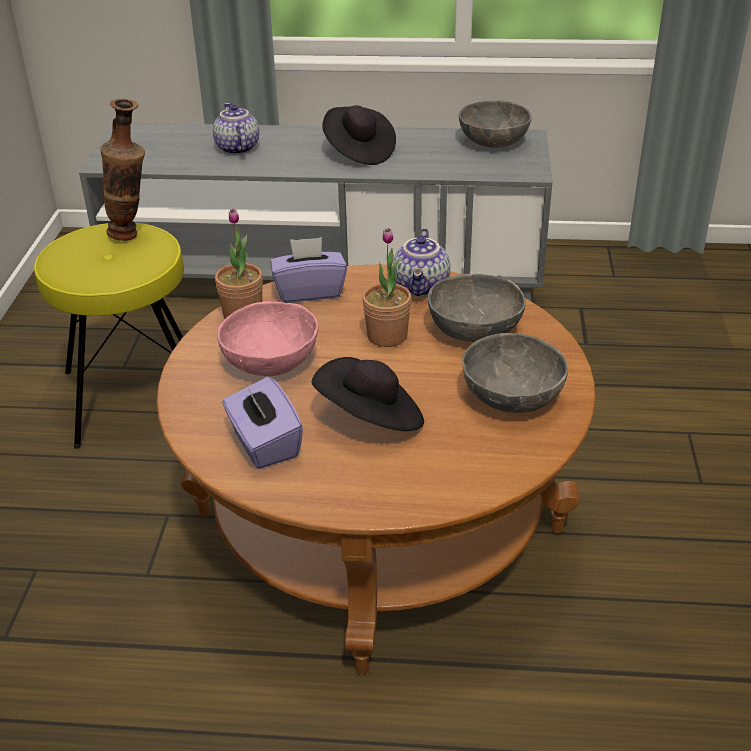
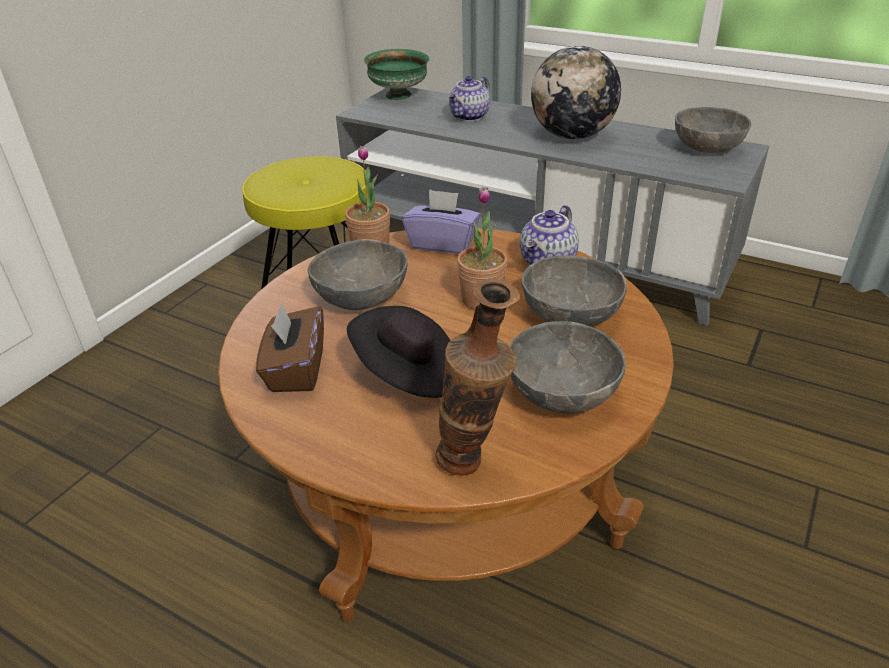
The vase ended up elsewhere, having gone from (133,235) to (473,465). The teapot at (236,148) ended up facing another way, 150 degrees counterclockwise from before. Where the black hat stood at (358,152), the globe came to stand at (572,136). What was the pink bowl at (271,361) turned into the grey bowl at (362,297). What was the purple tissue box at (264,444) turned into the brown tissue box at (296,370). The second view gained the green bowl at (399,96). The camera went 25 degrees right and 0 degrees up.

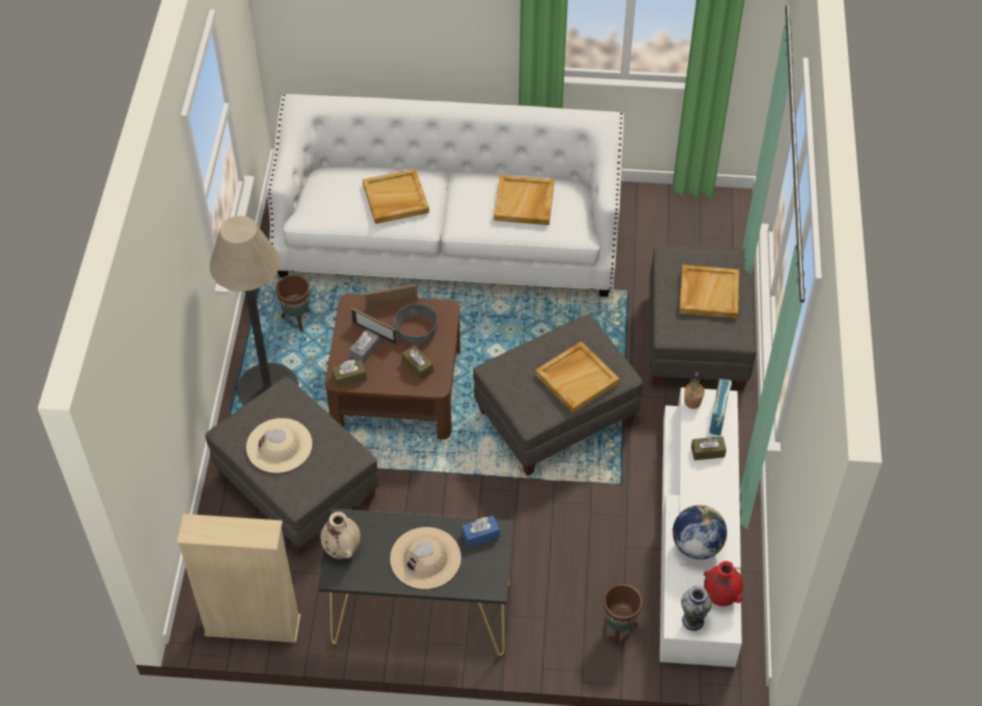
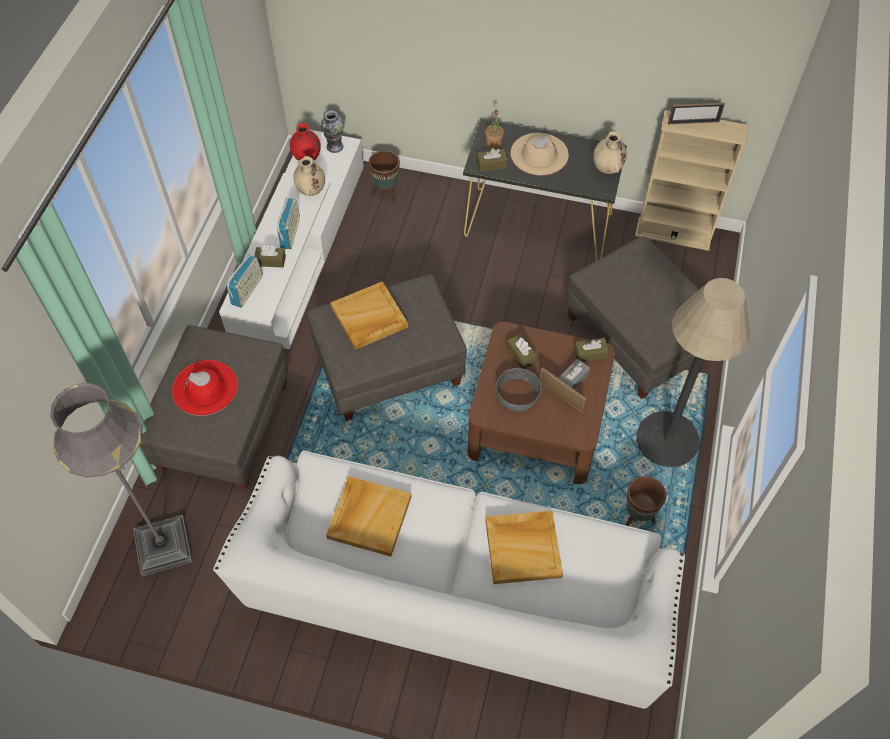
Where the beige tray stood at (708,293), the red hat came to stand at (205,388). The picture frame ended up elsewhere, having gone from (392,304) to (693,122). The potted plant ended up elsewhere, having gone from (692,402) to (493,144). The second view lost the beige hat at (279,446). Where the globe stood at (696,545), the beige vase came to stand at (311,191). What was the blue tissue box at (480,535) turned into the brown tissue box at (491,164). The second view gained the radio at (290,233). The second view gained the grey floor lamp at (163,546). The camera went 170 degrees left and 5 degrees up.

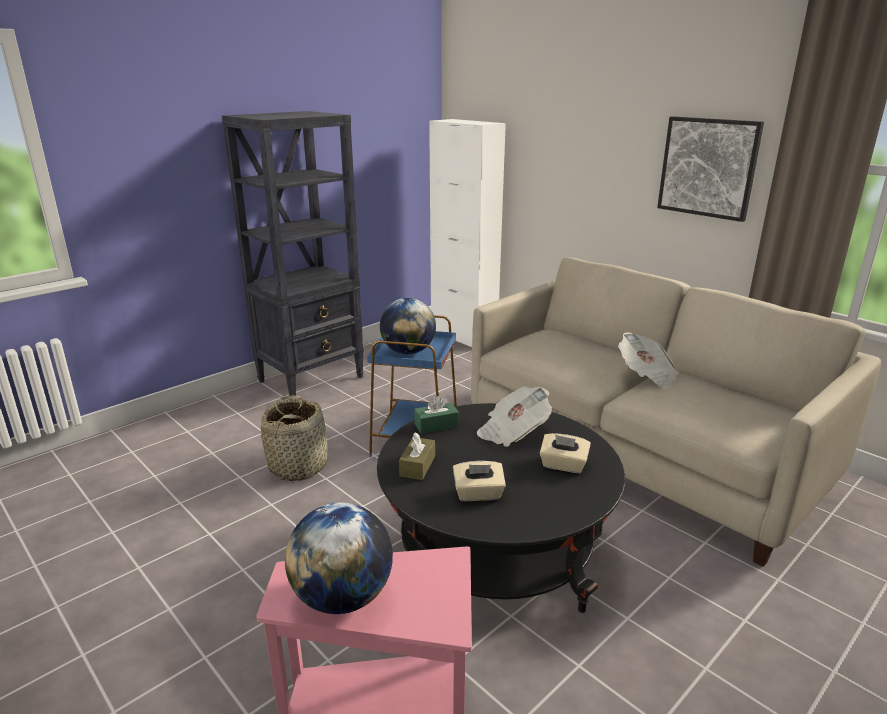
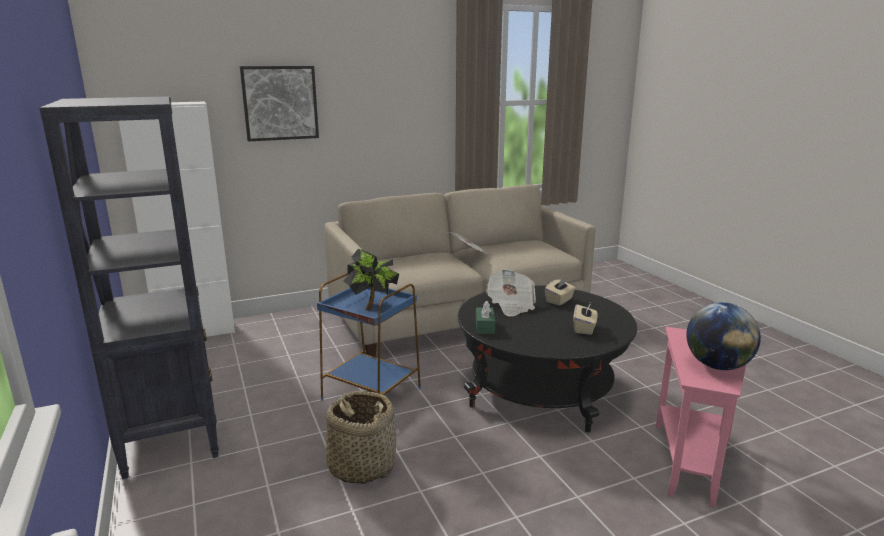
The picture ended up elsewhere, having gone from (708,167) to (280,103). Where the globe stood at (408,351), the potted plant came to stand at (372,306). The second view lost the brown tissue box at (417,466). The camera went 70 degrees left and 5 degrees down.

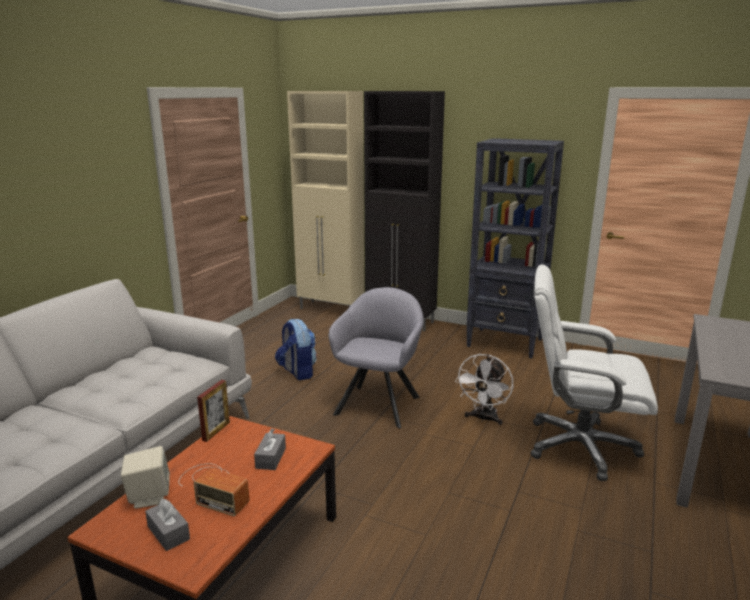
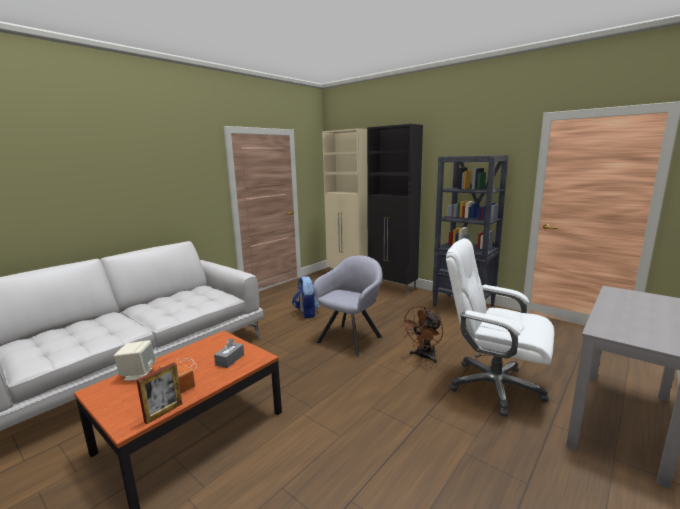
What was the white fan at (483,418) turned into the brown fan at (423,357). The picture frame ended up elsewhere, having gone from (216,431) to (163,412). The second view lost the grey tissue box at (168,533). The camera went 15 degrees right and 5 degrees down.

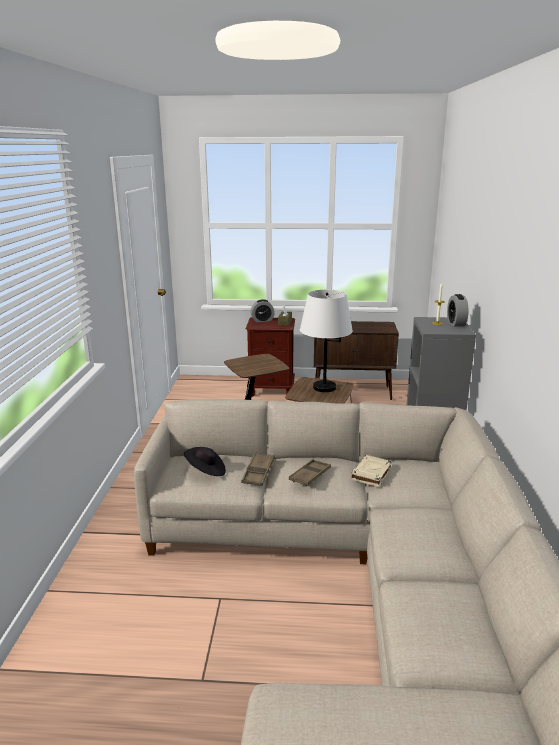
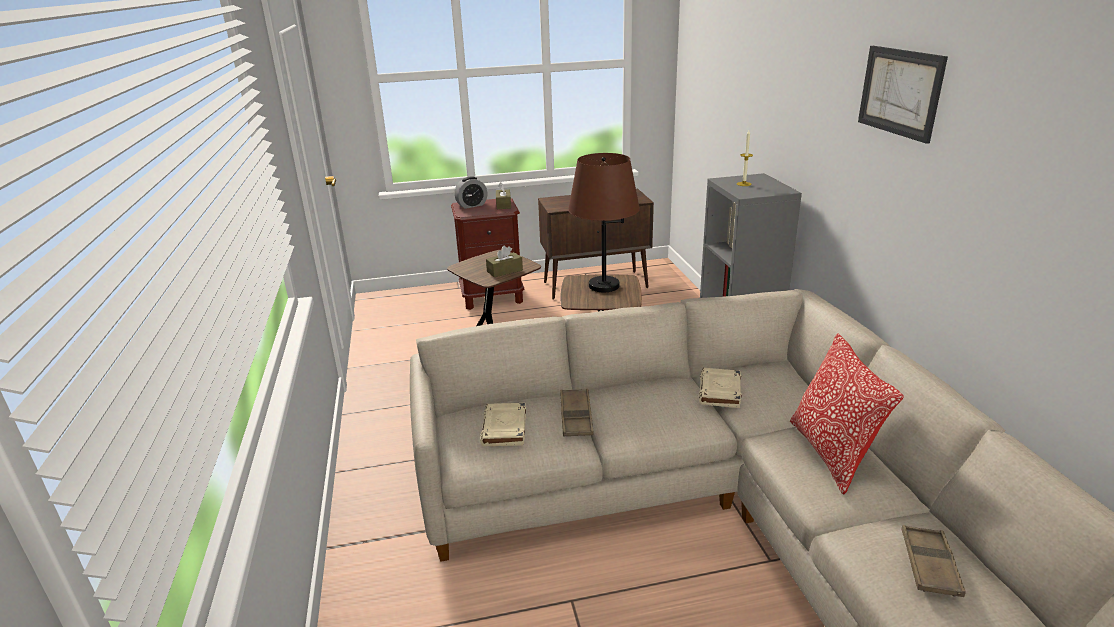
What was the white table lamp at (324,387) turned into the brown table lamp at (603,286). The second view lost the alarm clock at (456,323). Where the black hat stood at (206,471), the beige book came to stand at (504,429). The brown tray ended up elsewhere, having gone from (310,475) to (929,565). The second view gained the picture at (900,92). The second view gained the brown tissue box at (504,271). The second view gained the pillow at (831,454). The camera went 15 degrees left and 5 degrees up.

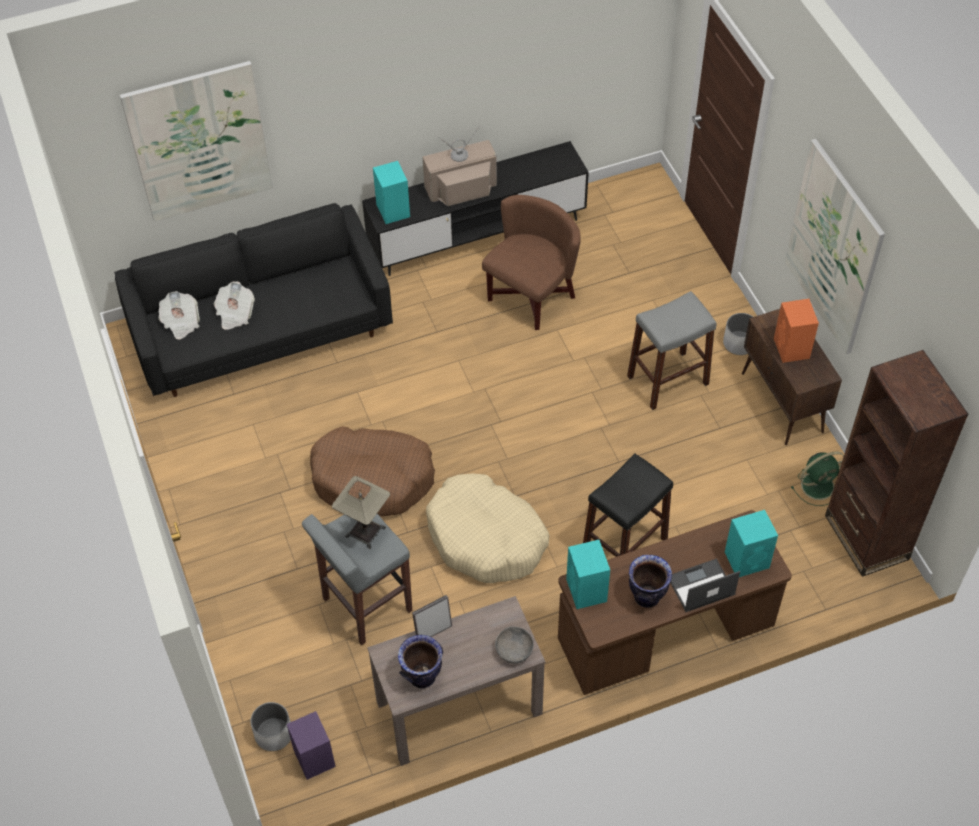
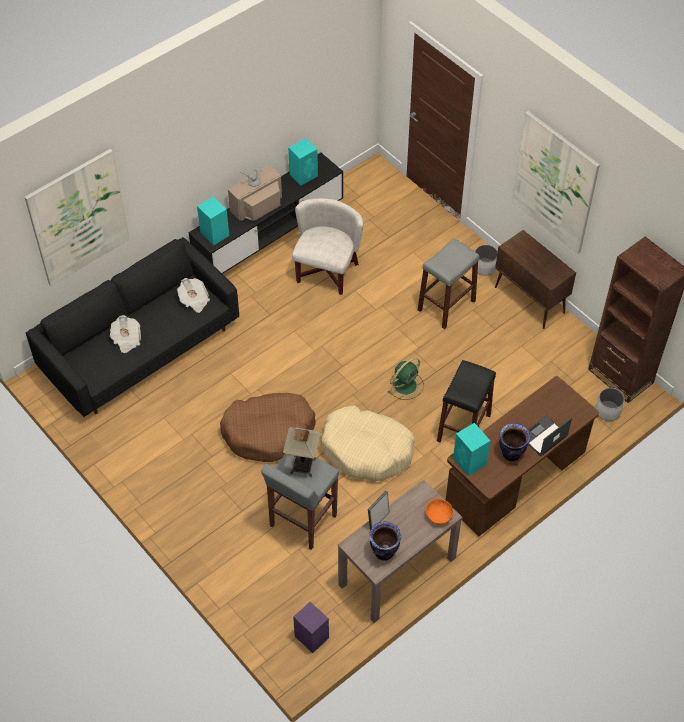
What was the brown armchair at (531,297) turned into the white armchair at (327,272). The newspaper ended up elsewhere, having gone from (181,322) to (194,300). The second view lost the orange speaker at (791,349). The green fan ended up elsewhere, having gone from (819,485) to (406,385). The turquoise speaker ended up elsewhere, having gone from (748,559) to (304,175). What was the grey bowl at (514,651) turned into the orange bowl at (438,516). The white planter ended up elsewhere, having gone from (273,734) to (607,411). The camera went 20 degrees left and 0 degrees up.

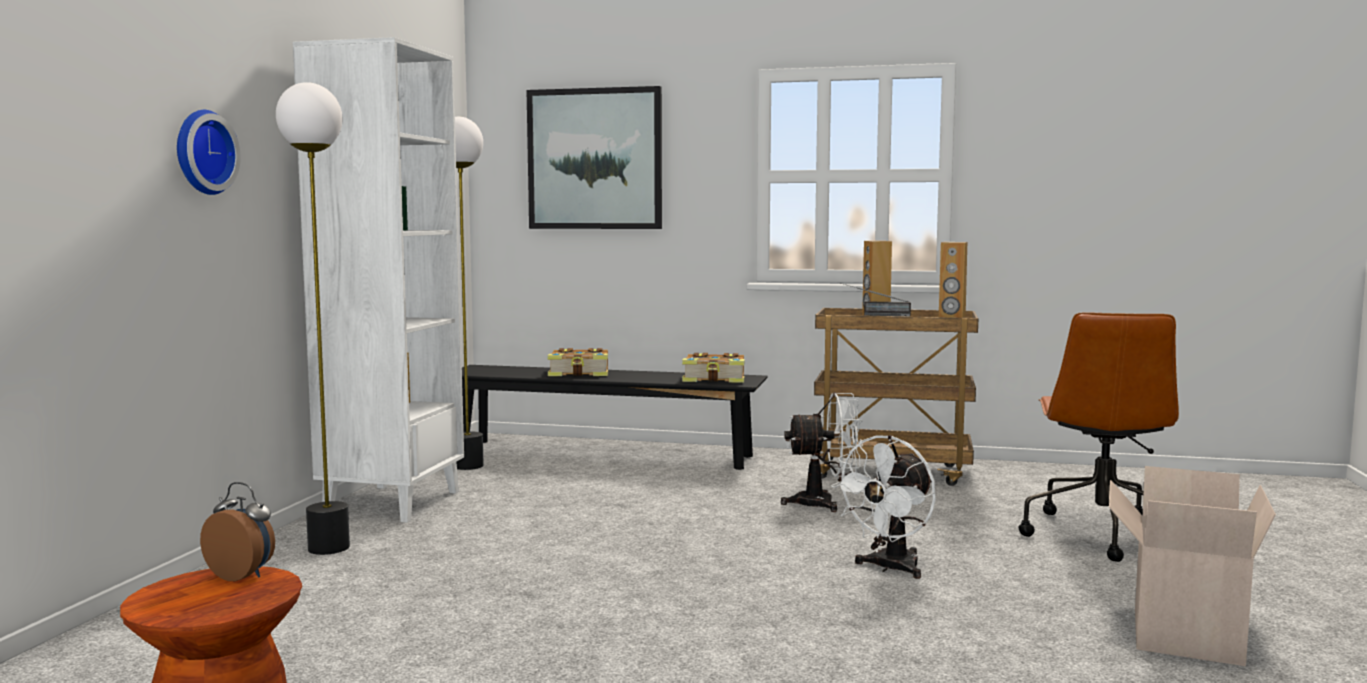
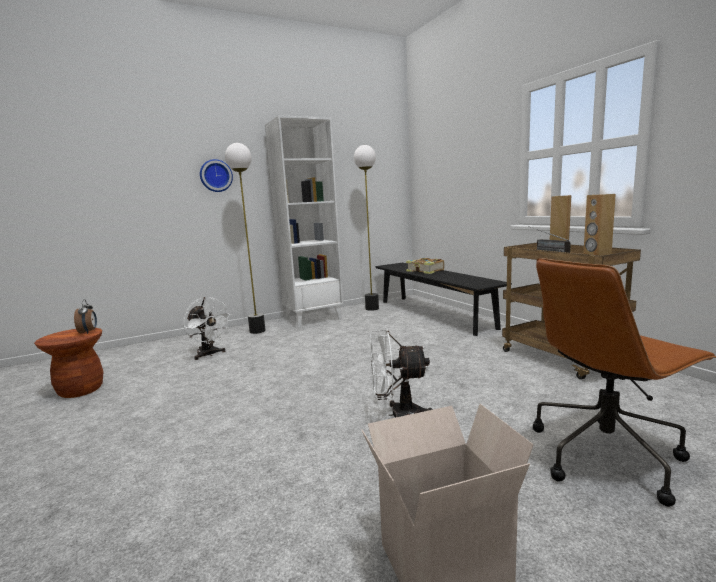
The second view lost the picture at (595,159). The second view lost the book at (715,379). The white fan ended up elsewhere, having gone from (825,503) to (209,355). The camera went 50 degrees right and 5 degrees up.

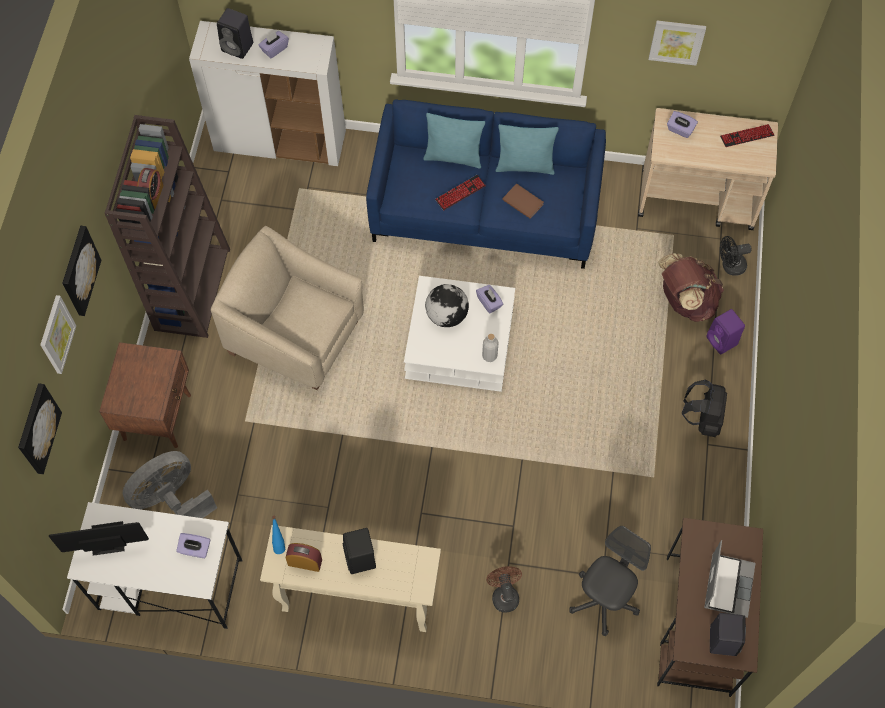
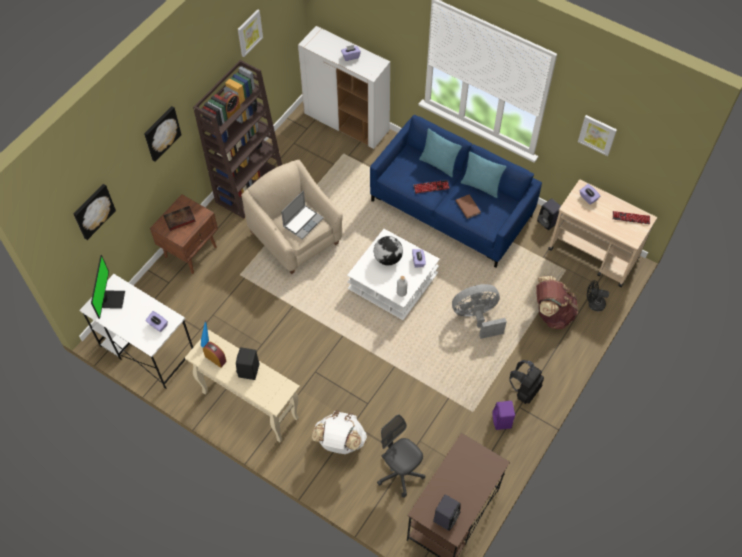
The black speaker ended up elsewhere, having gone from (238,47) to (548,222). The picture ended up elsewhere, having gone from (56,334) to (249,33). The purple speaker ended up elsewhere, having gone from (722,341) to (502,421). The grey fan ended up elsewhere, having gone from (171,498) to (477,317). The monitor at (107,541) ended up facing another way, 75 degrees clockwise from before. The grey office chair at (603,601) ended up facing another way, 105 degrees counterclockwise from before. The laptop ended up elsewhere, having gone from (728,584) to (303,222). Where the brown fan stood at (504,594), the white backpack came to stand at (340,442). The second view gained the book at (179,220). The camera went 25 degrees right and 5 degrees down.

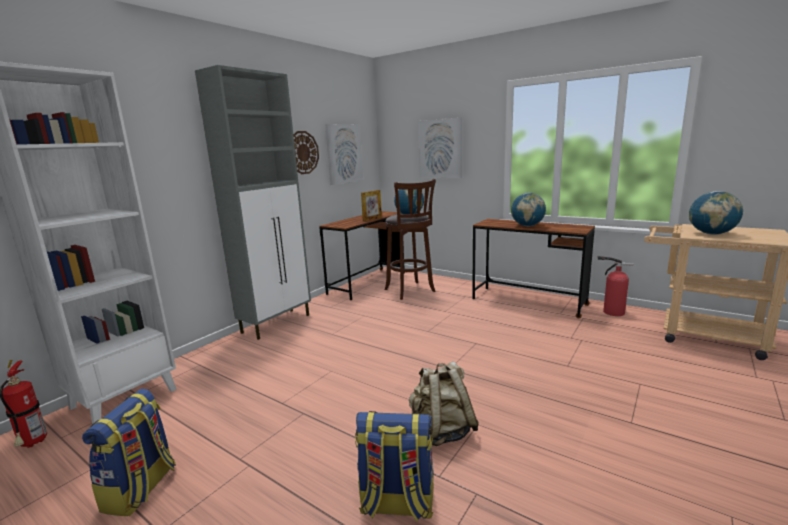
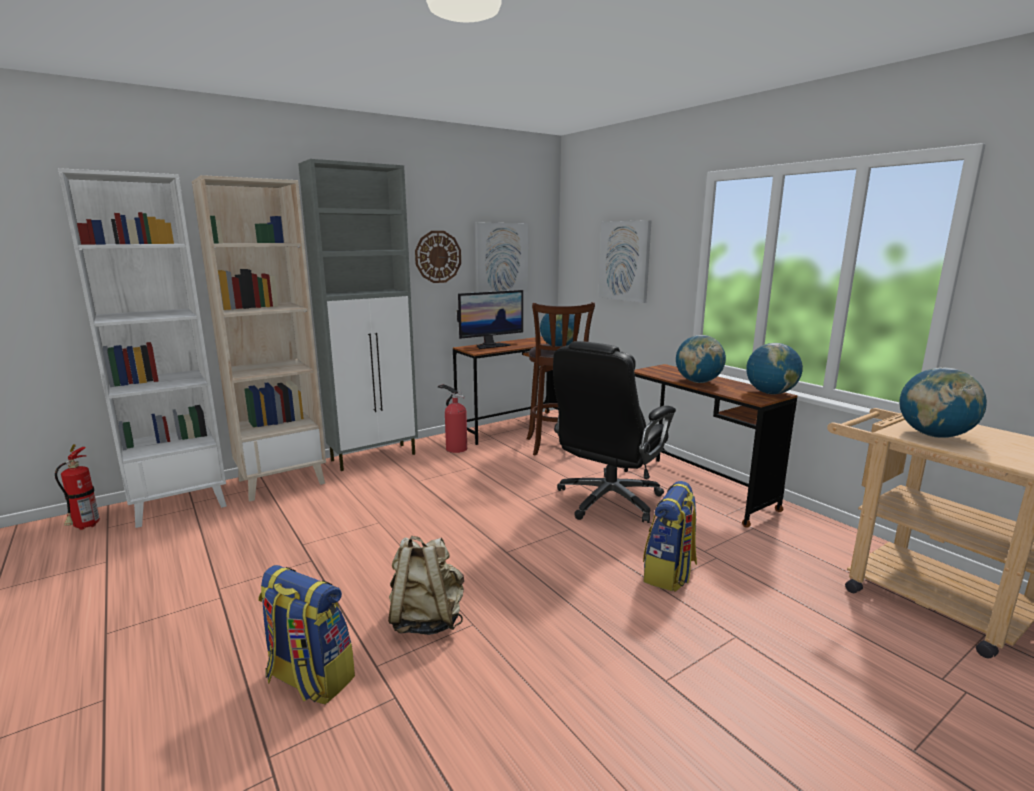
The second view lost the picture frame at (372,219). The fire extinguisher ended up elsewhere, having gone from (611,312) to (455,448). The backpack ended up elsewhere, having gone from (141,489) to (669,573). The second view gained the beige bookcase at (282,481). The second view gained the monitor at (490,345). The second view gained the black office chair at (608,501). The second view gained the globe at (770,393). The camera went 20 degrees right and 0 degrees up.

